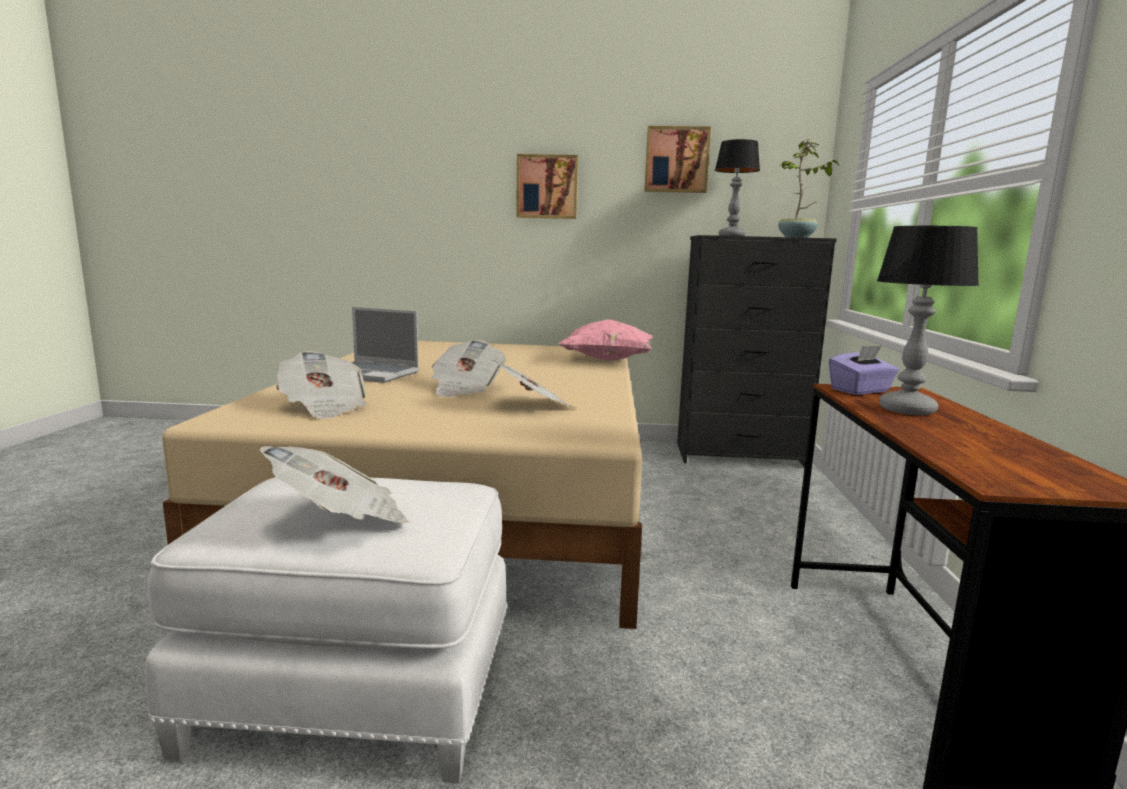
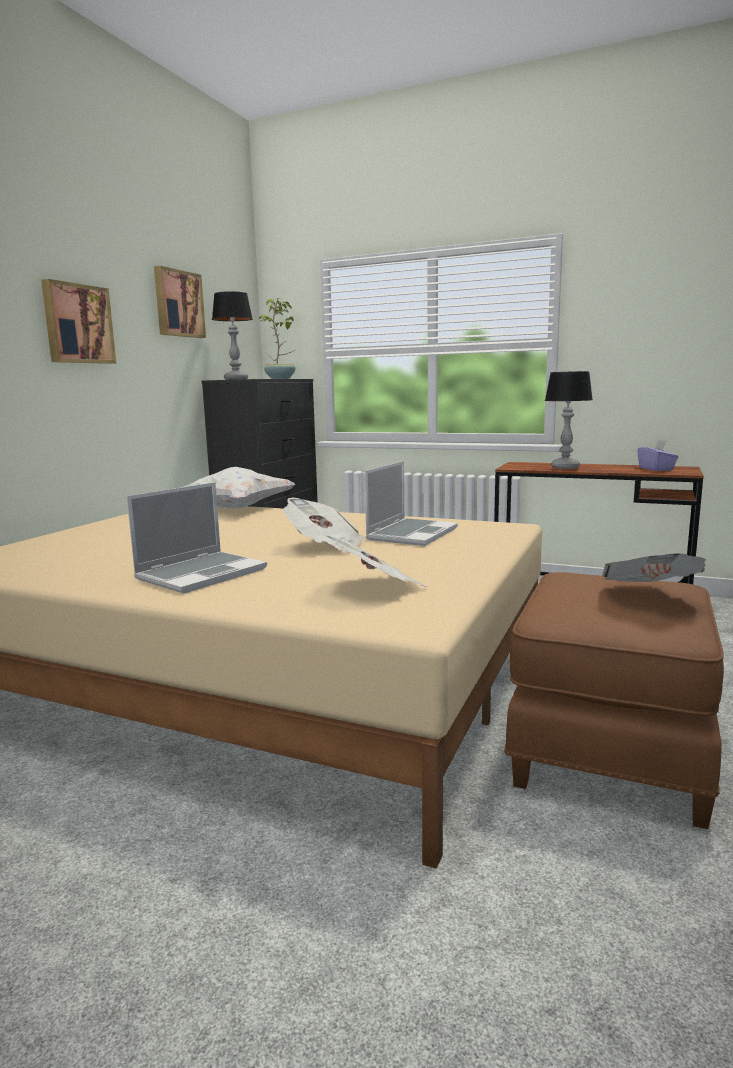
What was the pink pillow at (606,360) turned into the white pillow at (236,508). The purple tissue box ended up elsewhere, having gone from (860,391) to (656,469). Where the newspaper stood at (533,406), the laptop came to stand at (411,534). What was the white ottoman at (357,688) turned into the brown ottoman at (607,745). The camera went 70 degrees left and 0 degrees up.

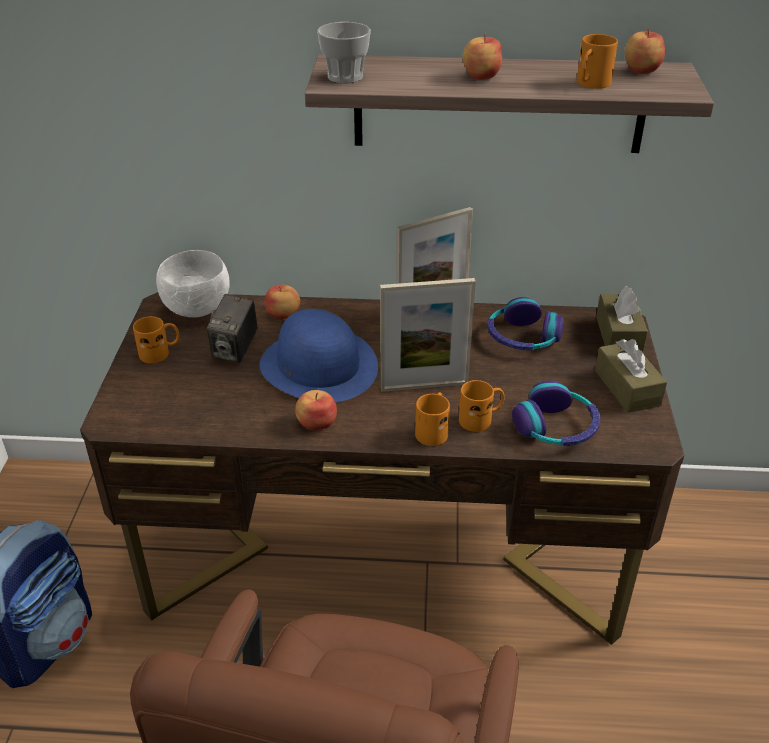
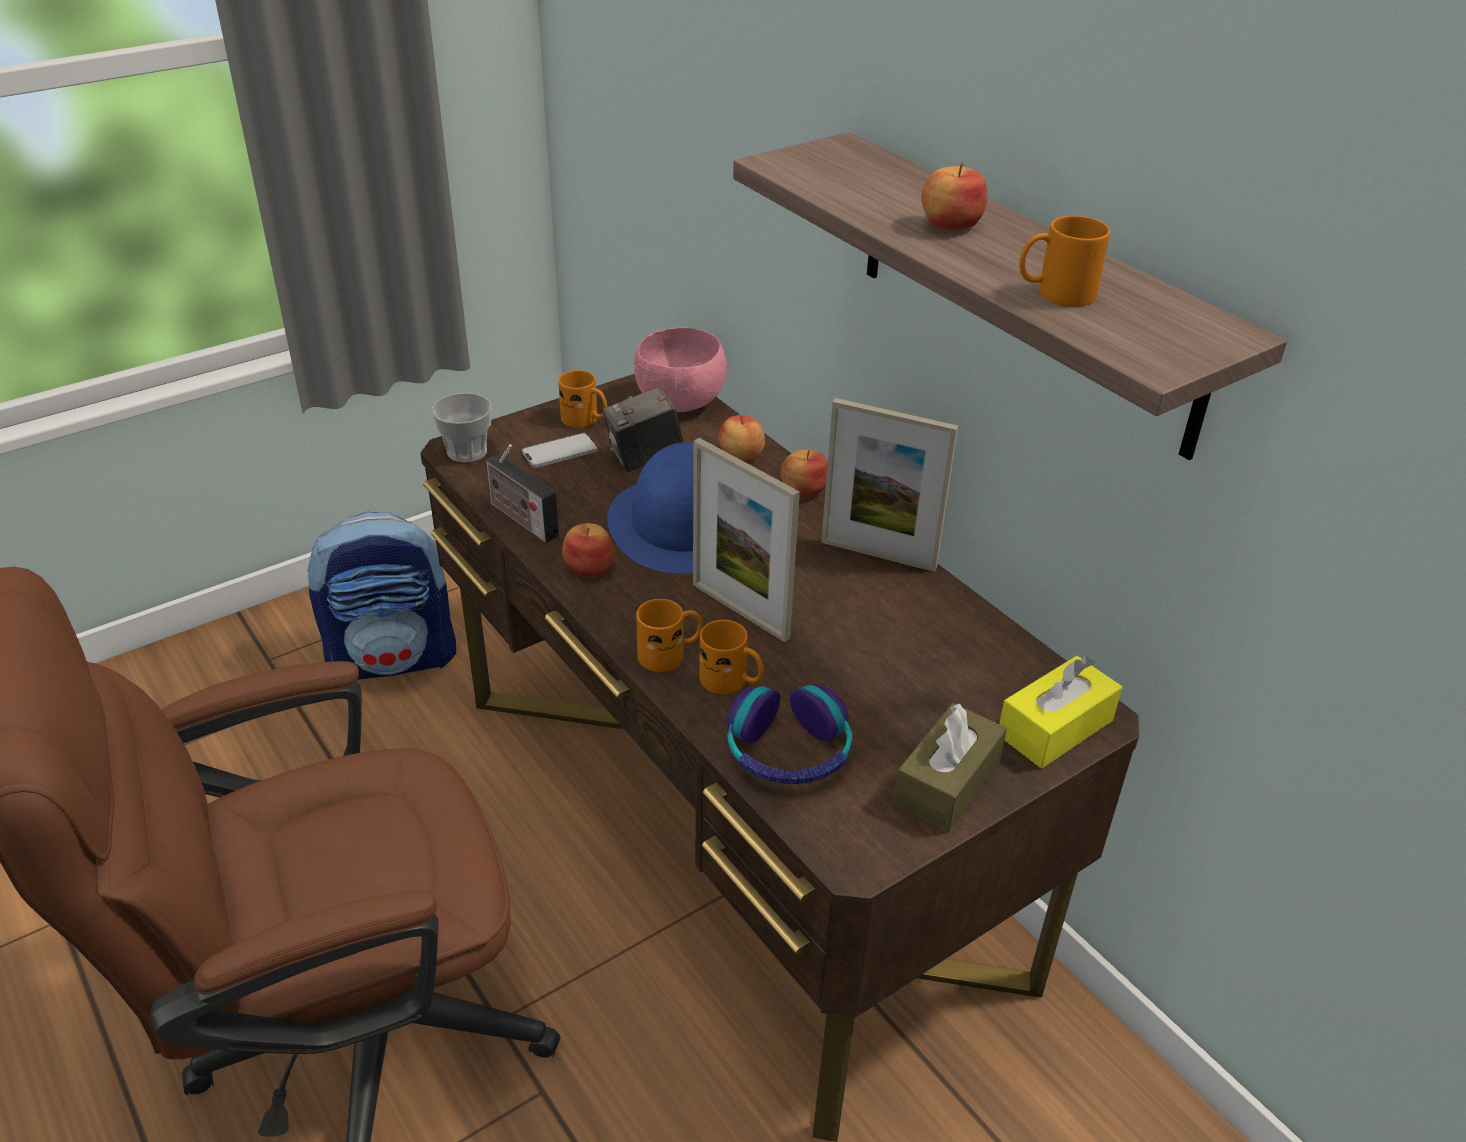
The cup ended up elsewhere, having gone from (345,77) to (467,452). The apple ended up elsewhere, having gone from (640,70) to (803,491). What was the white bowl at (198,309) turned into the pink bowl at (680,404). What was the brown tissue box at (618,335) turned into the yellow tissue box at (1055,728). The second view lost the headphones at (522,337). The second view gained the phone at (560,452). The second view gained the radio at (520,518). The camera went 50 degrees right and 0 degrees up.

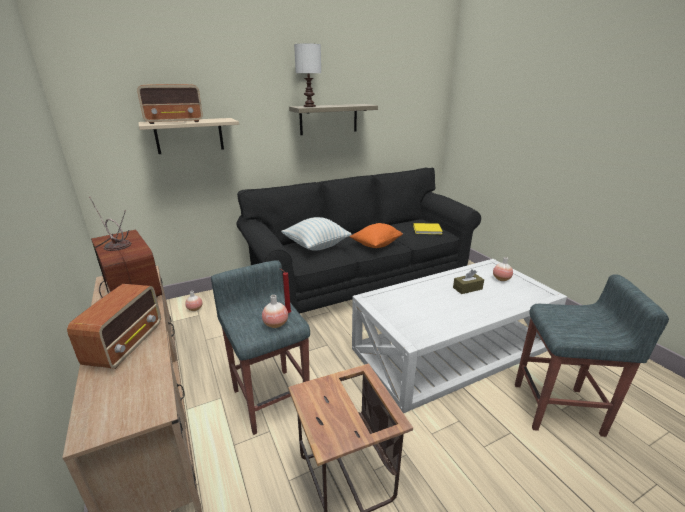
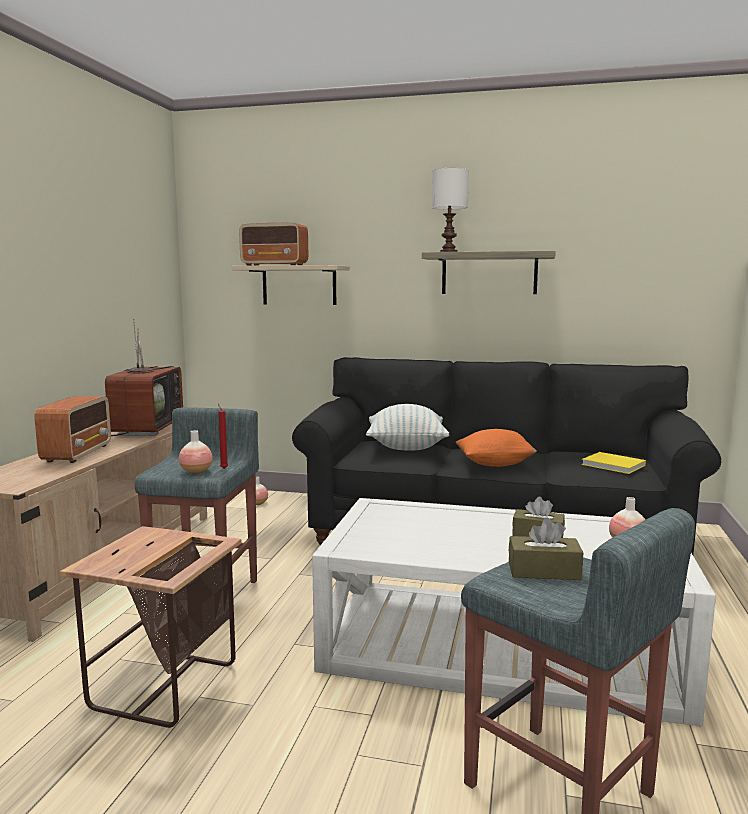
The radio at (126,344) ended up facing another way, 45 degrees counterclockwise from before. The second view gained the brown tissue box at (544,571). The camera went 40 degrees right and 15 degrees down.

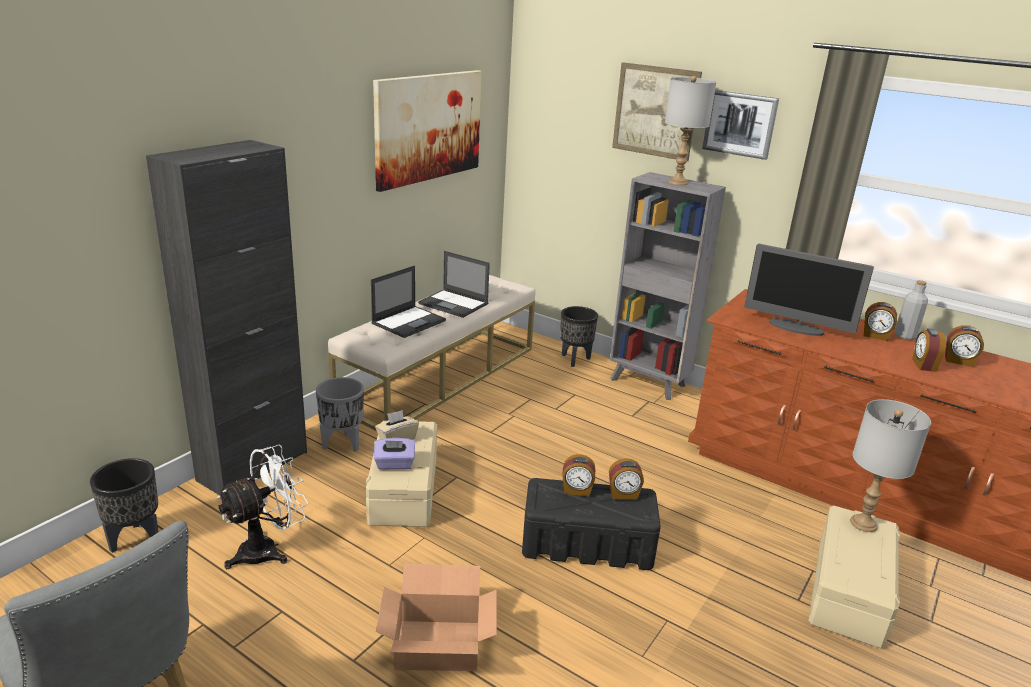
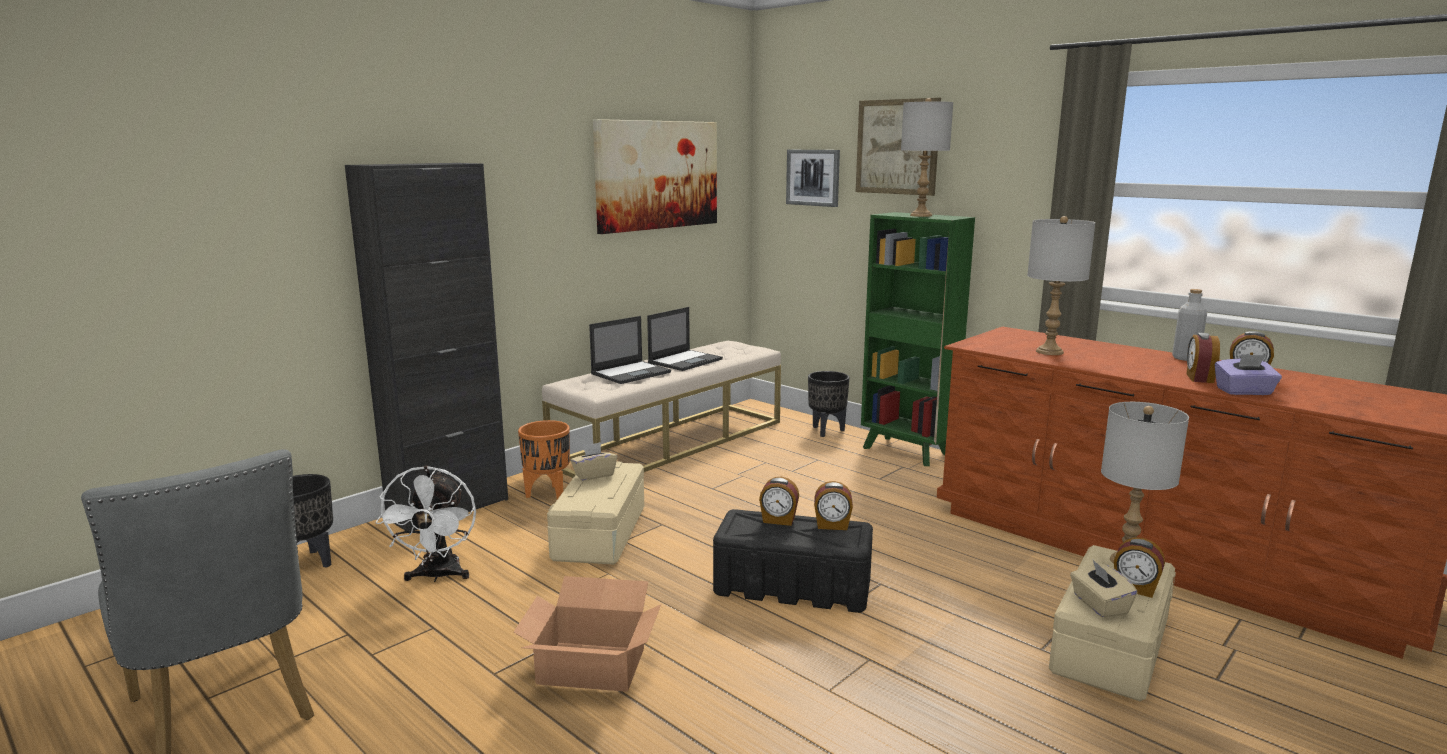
The picture ended up elsewhere, having gone from (740,124) to (813,177). What was the grey bookcase at (649,383) turned into the green bookcase at (907,452). Where the monitor stood at (796,328), the grey table lamp came to stand at (1050,352). The laptop at (454,304) ended up facing another way, 90 degrees counterclockwise from before. The alarm clock ended up elsewhere, having gone from (875,336) to (1135,588). What was the grey planter at (342,444) turned into the orange planter at (548,494). The purple tissue box ended up elsewhere, having gone from (394,464) to (1244,392). The white fan at (267,549) ended up facing another way, 120 degrees clockwise from before. The second view gained the beige tissue box at (1099,605). The camera went 10 degrees right and 10 degrees down.

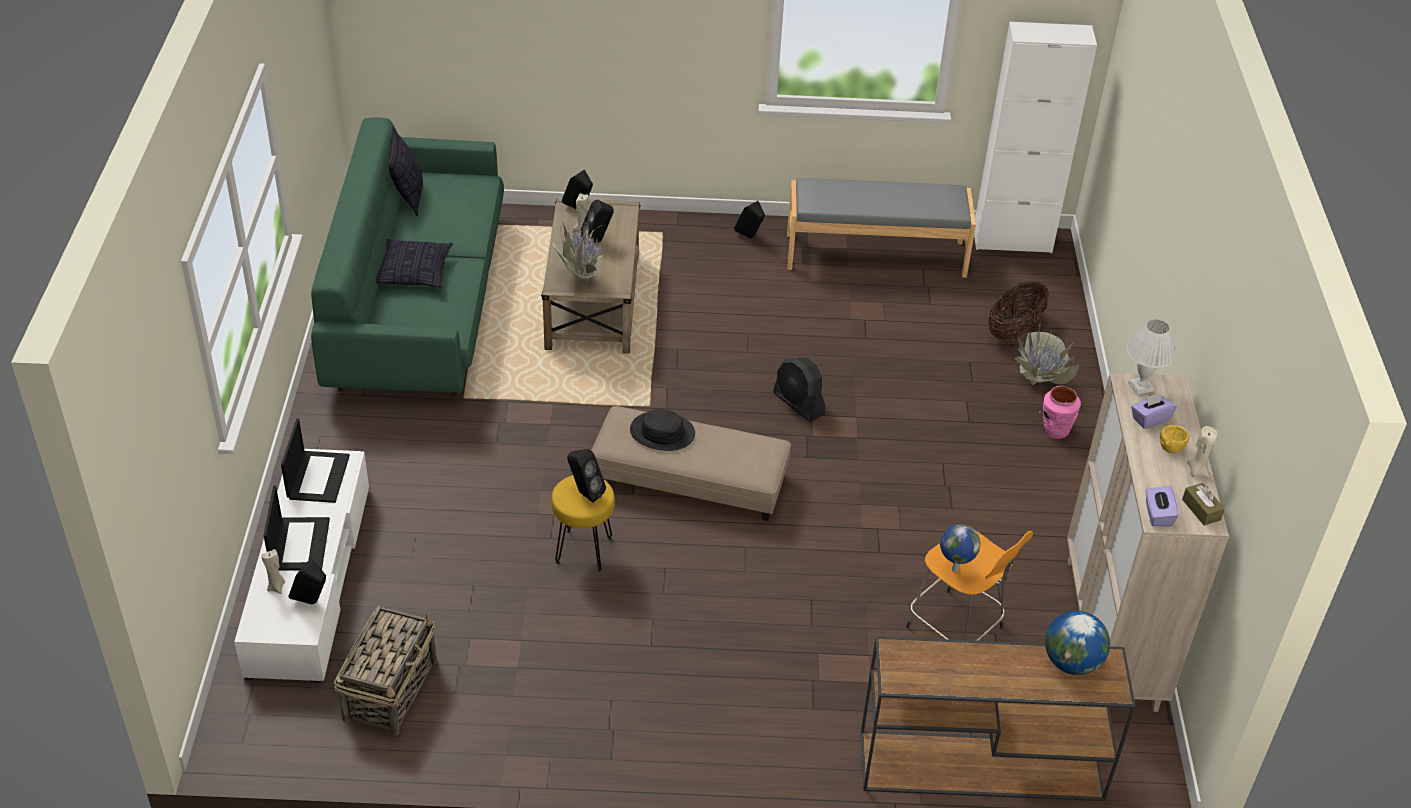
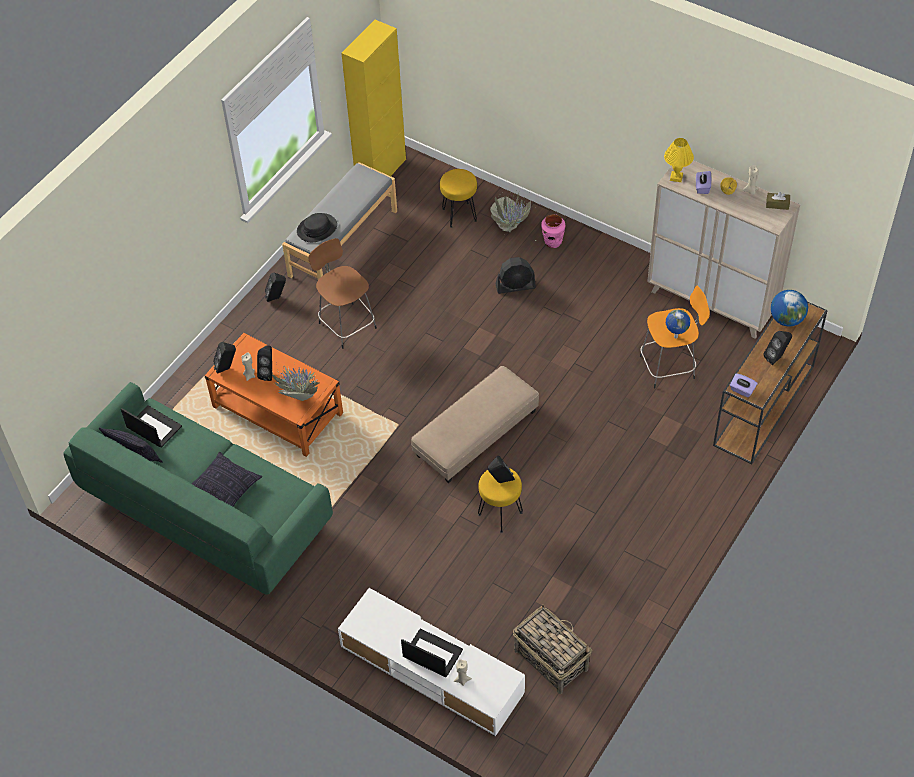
What was the white cabinet at (1012,241) turned into the yellow cabinet at (381,171). What was the beige coffee table at (593,301) turned into the orange coffee table at (277,410). Where the basket stood at (1014,330), the yellow stool came to stand at (459,214). What was the white table lamp at (1141,387) turned into the yellow table lamp at (676,177). The black fan ended up elsewhere, having gone from (798,404) to (515,286). The black hat ended up elsewhere, having gone from (662,432) to (317,228). The laptop ended up elsewhere, having gone from (317,476) to (153,427). The purple tissue box ended up elsewhere, having gone from (1157,515) to (742,390). The black speaker ended up elsewhere, having gone from (312,602) to (776,358). The second view gained the brown stool at (346,324). The camera went 55 degrees left and 10 degrees up.

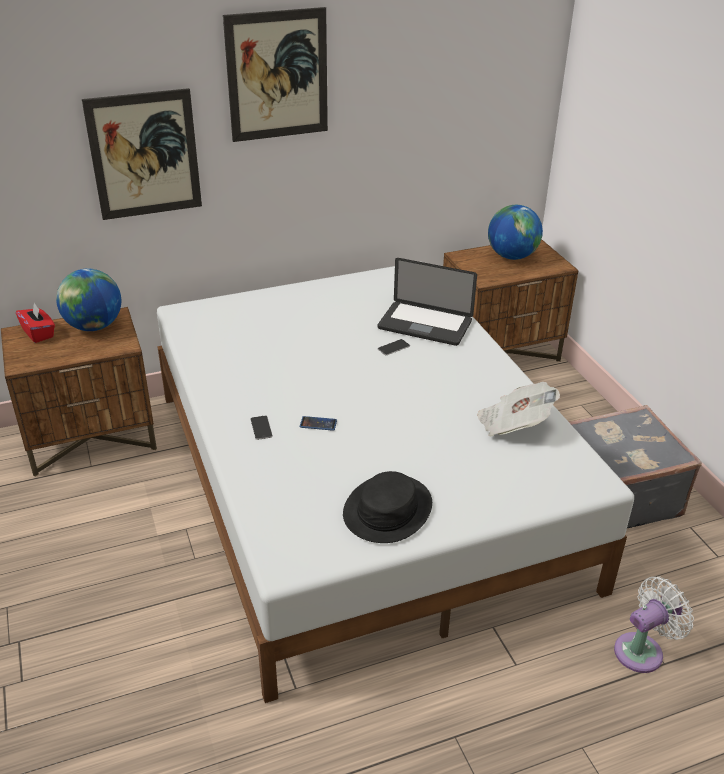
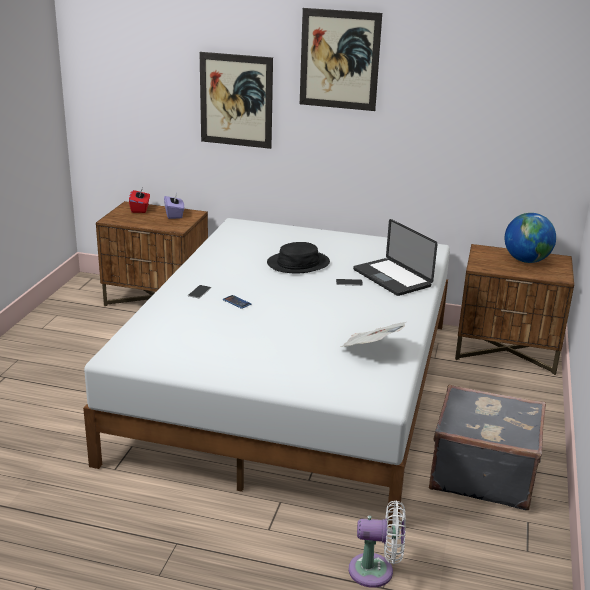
Where the globe stood at (94,326), the purple tissue box came to stand at (174,215). The black hat ended up elsewhere, having gone from (387,509) to (298,263). The camera went 35 degrees right and 10 degrees down.

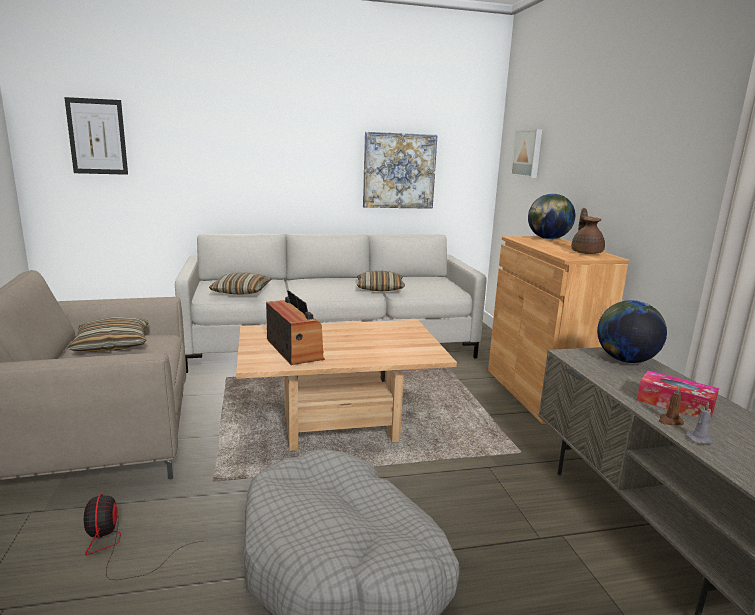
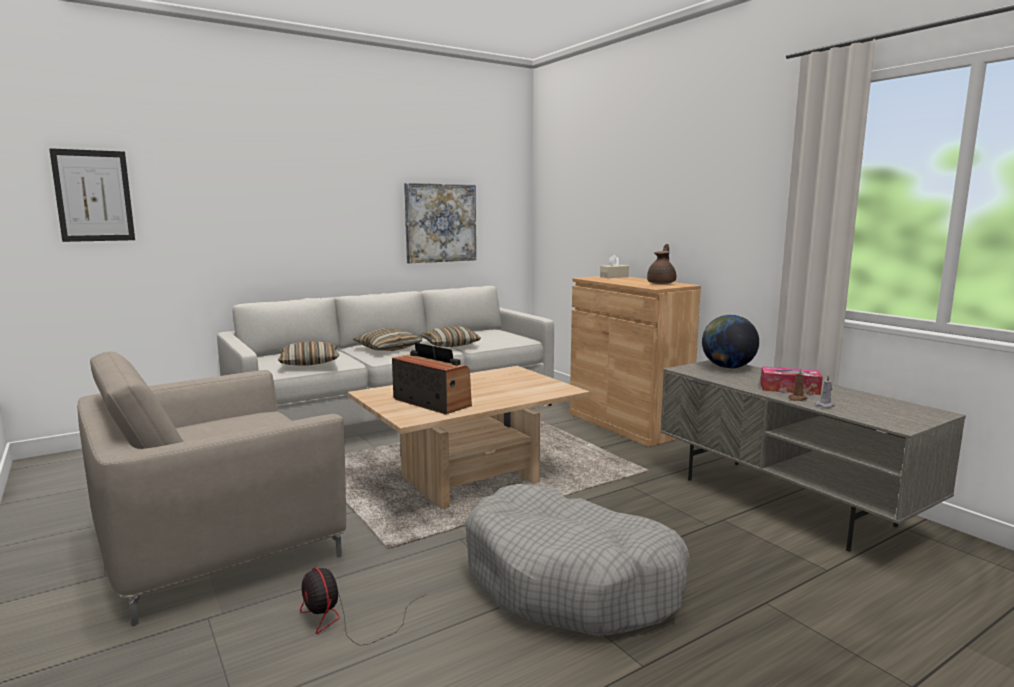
The second view lost the picture at (528,153). Where the globe stood at (548,239), the beige tissue box came to stand at (614,277). The brown teapot at (586,252) ended up facing another way, 45 degrees clockwise from before. The pillow ended up elsewhere, having gone from (112,345) to (388,348). The camera went 20 degrees left and 5 degrees down.

